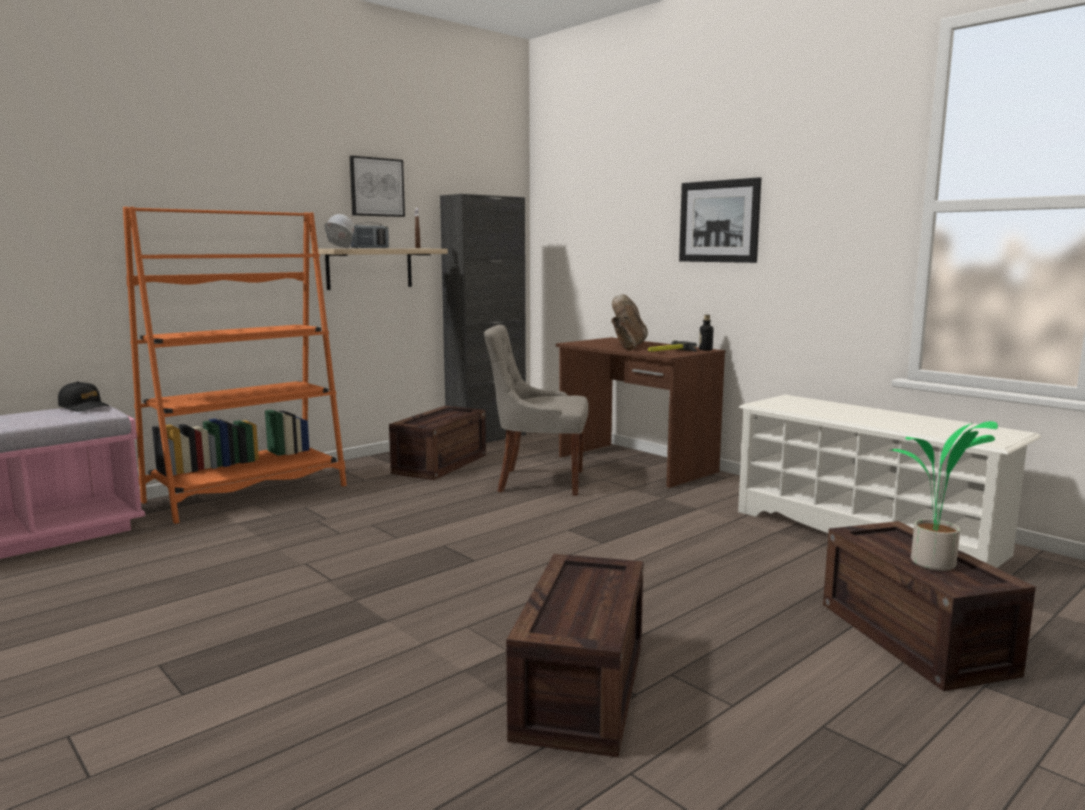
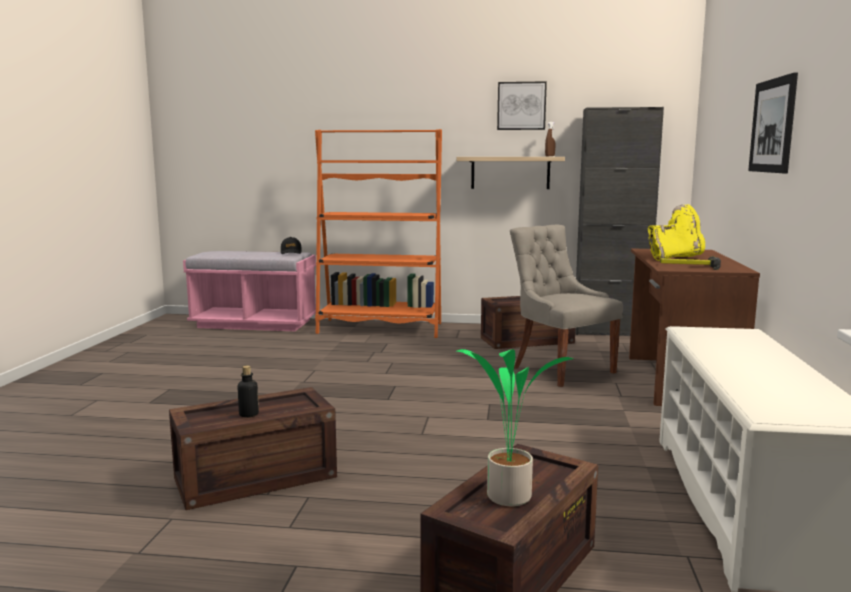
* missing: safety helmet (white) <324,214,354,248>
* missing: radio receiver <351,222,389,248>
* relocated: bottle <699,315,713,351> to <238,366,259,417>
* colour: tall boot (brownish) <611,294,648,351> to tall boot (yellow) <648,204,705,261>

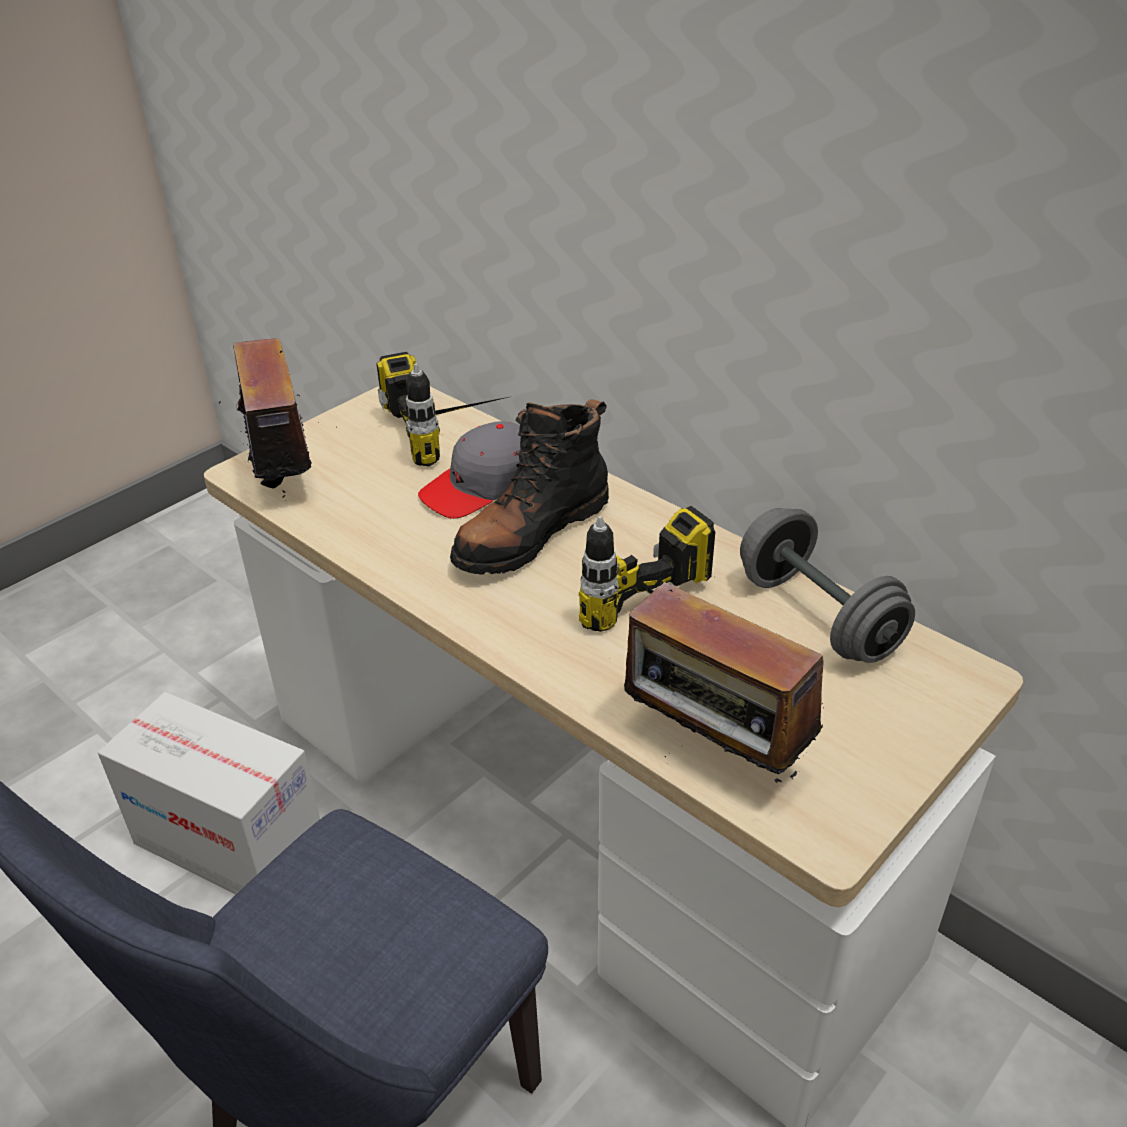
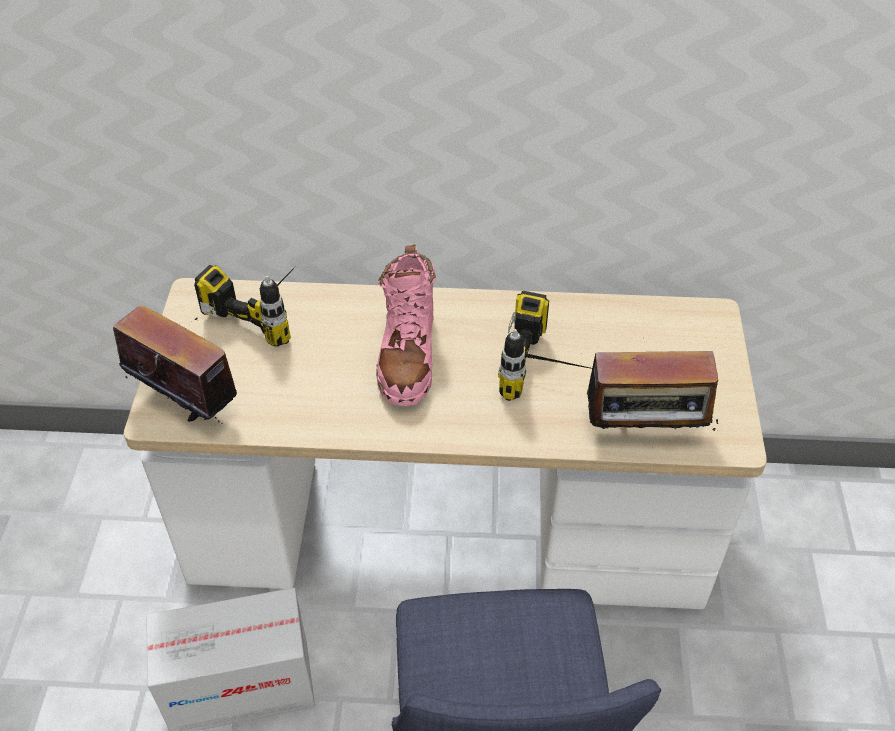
* missing: peaked cap (greyish) <418,421,521,519>
* missing: free weight (greyish) <740,508,915,663>
* colour: tall boot (blackish) <450,399,609,575> to tall boot (pink) <376,244,436,406>

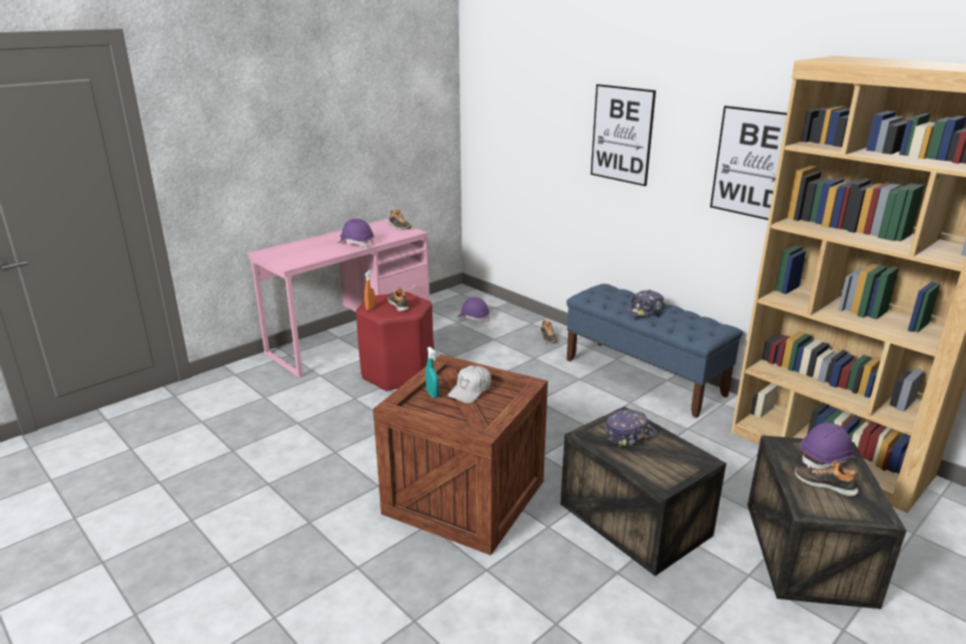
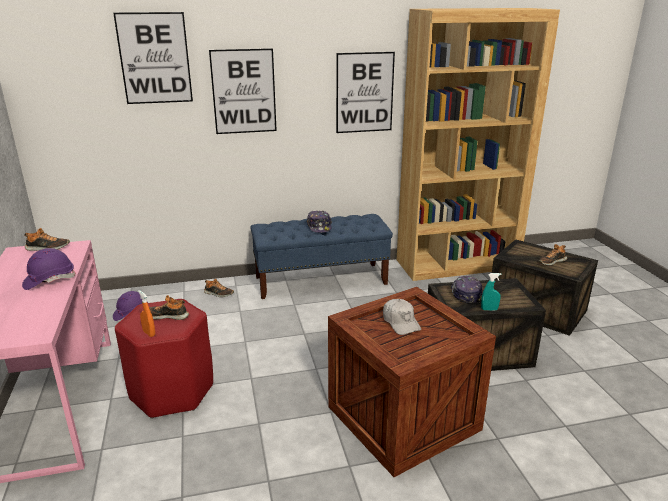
* missing: safety helmet (purple-coloured) <801,423,856,470>
* appeared: wall picture <113,12,193,104>
* relocated: spray bottle (blue-green) <425,347,439,398> to <481,273,502,310>

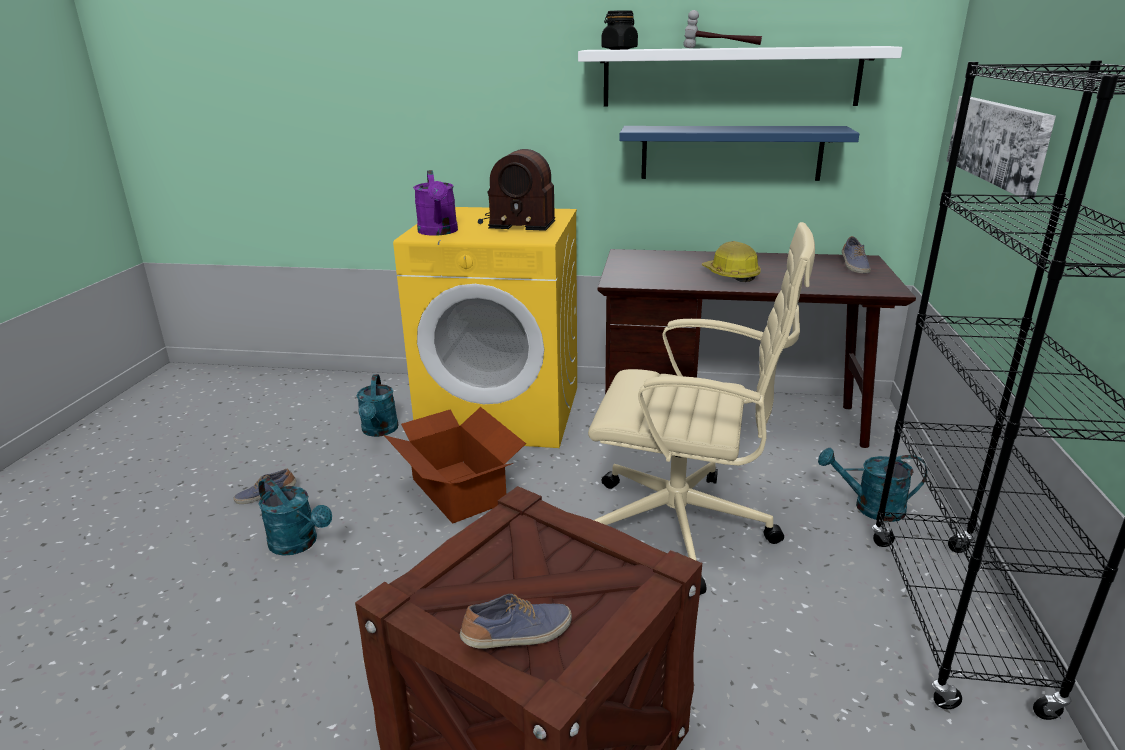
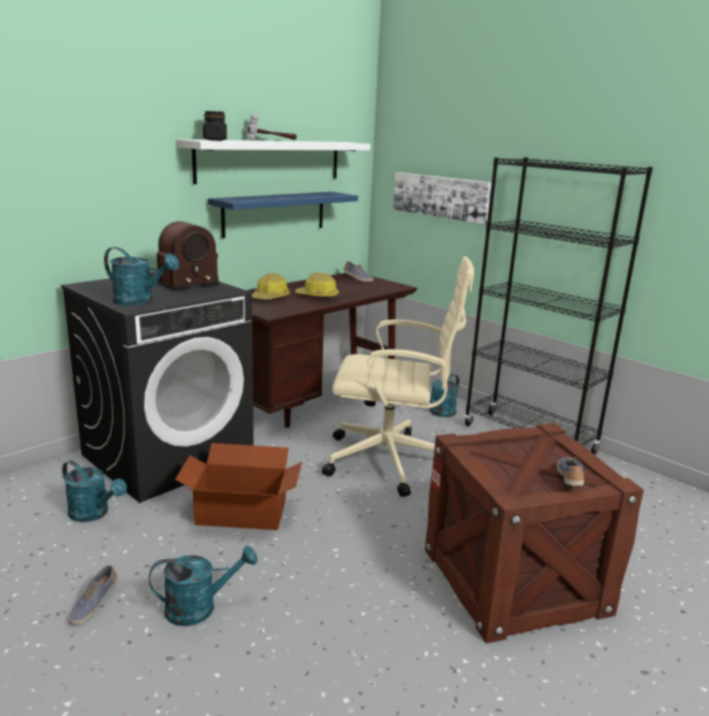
* appeared: safety helmet <252,273,290,300>
* colour: washing machine (yellow) <393,207,577,448> to washing machine (blackish) <61,272,254,503>
* colour: watering pot (purple-coloured) <413,170,458,236> to watering pot (blue-green) <104,247,179,306>
* spun: desk chair (sand-coloured) <588,222,815,595> = <322,256,474,497> 45 degrees clockwise

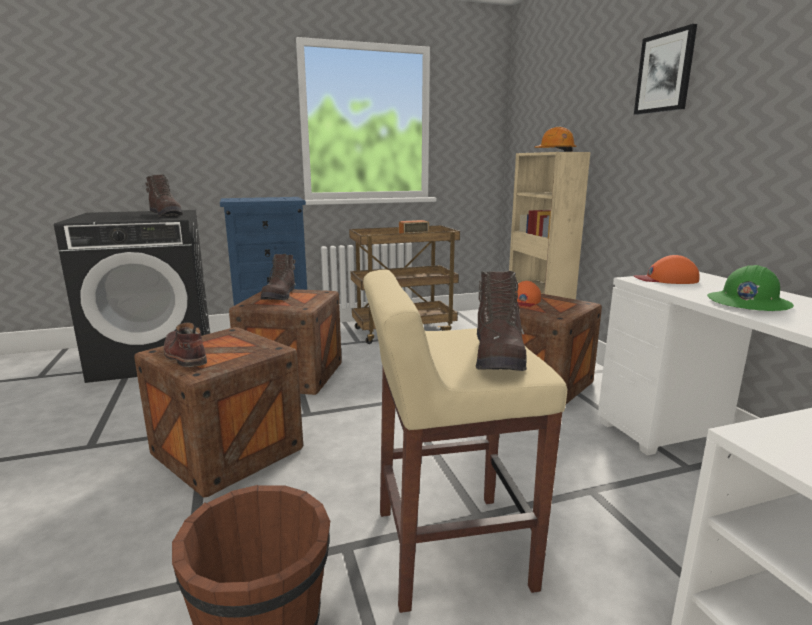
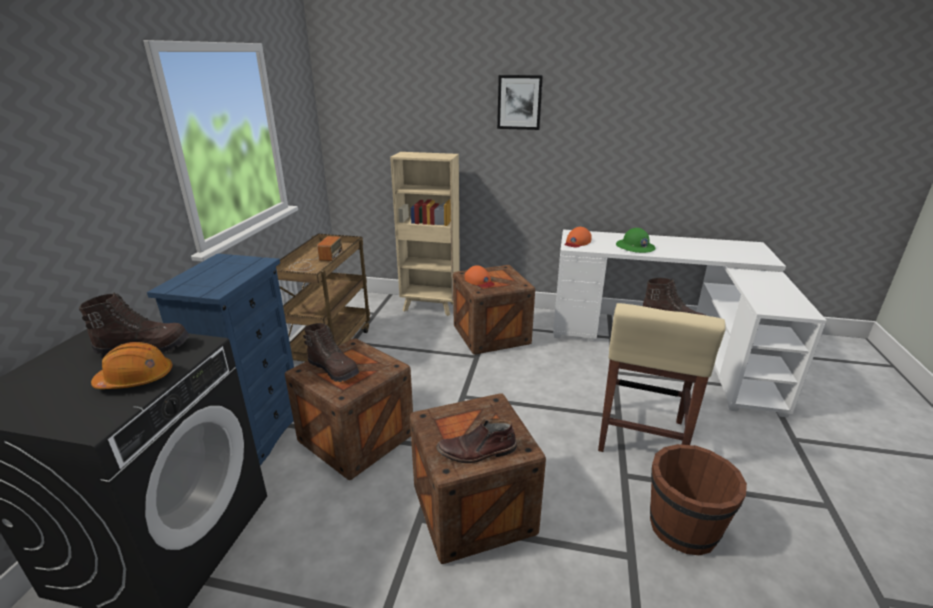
* relocated: safety helmet (orange-coloured) <534,127,577,152> to <91,342,172,389>

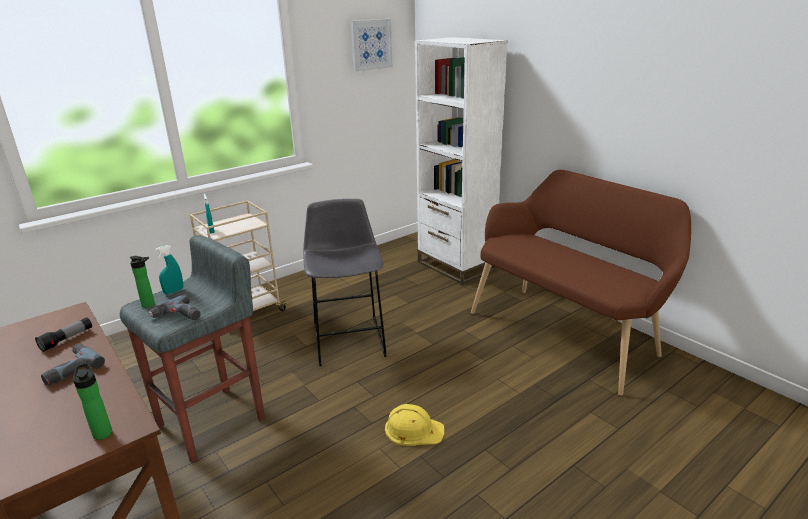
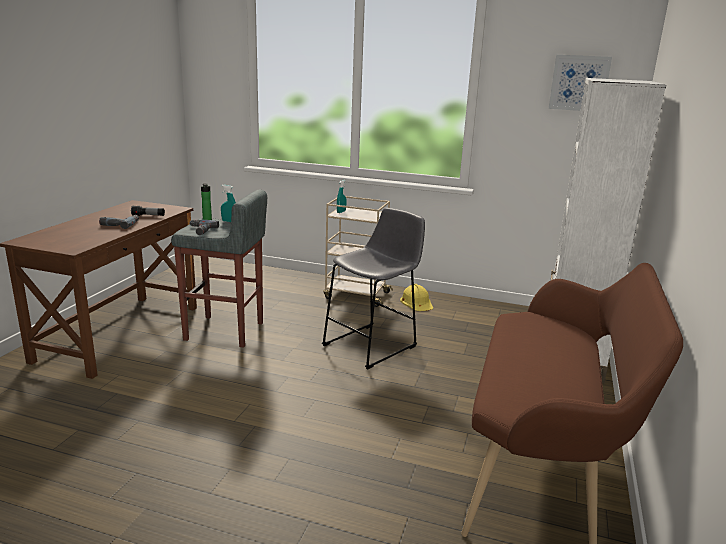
* missing: bottle <73,363,112,440>
* relocated: safety helmet (yellow) <385,404,444,446> to <400,284,433,311>

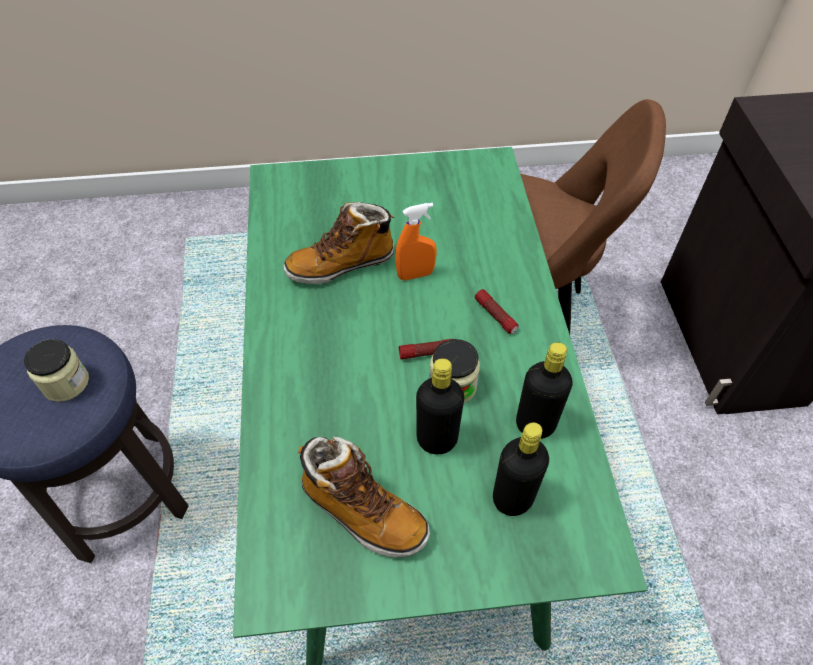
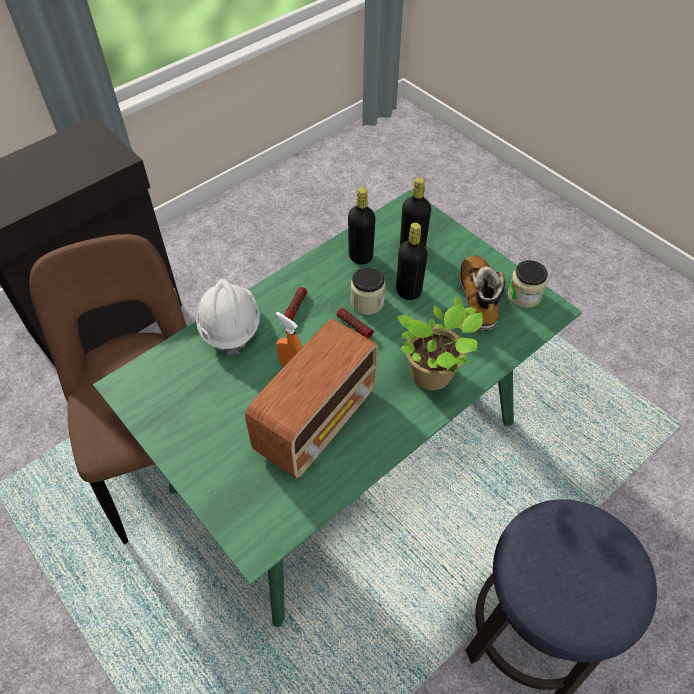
* appeared: safety helmet (white) <196,279,260,356>
* appeared: houseplant <397,297,483,390>
* relocated: preserve jar <24,339,89,402> to <508,260,548,308>
* exchanged: tall boot <284,202,395,284> to radio receiver <245,319,379,478>

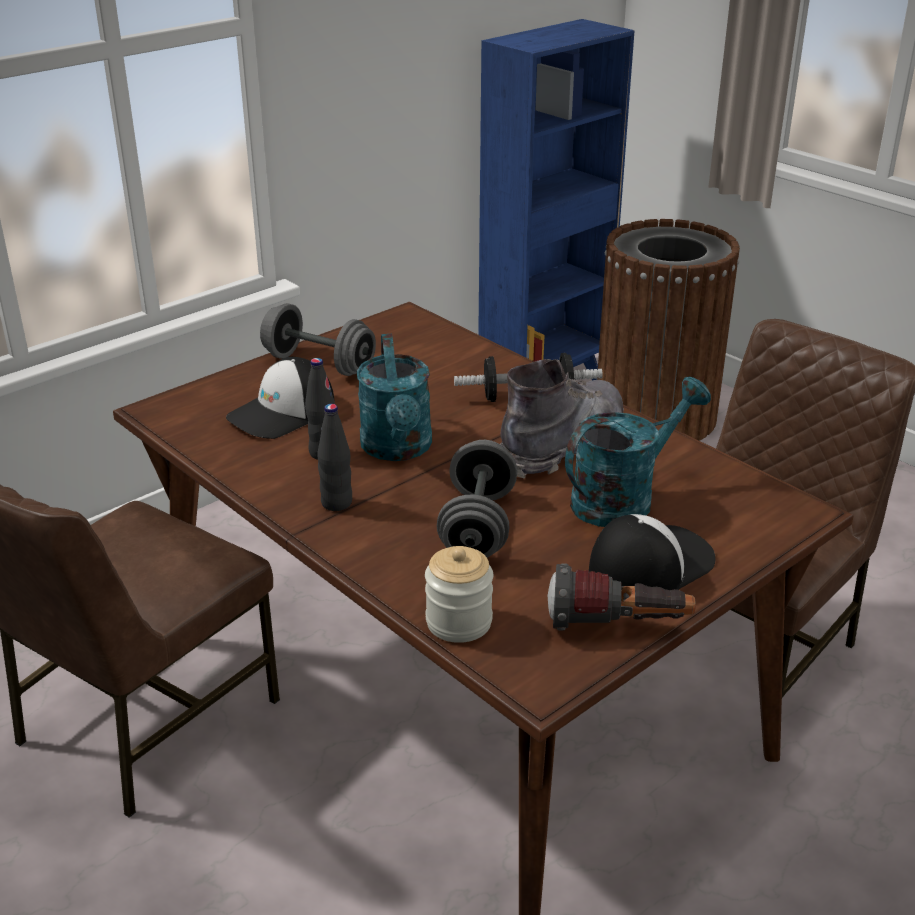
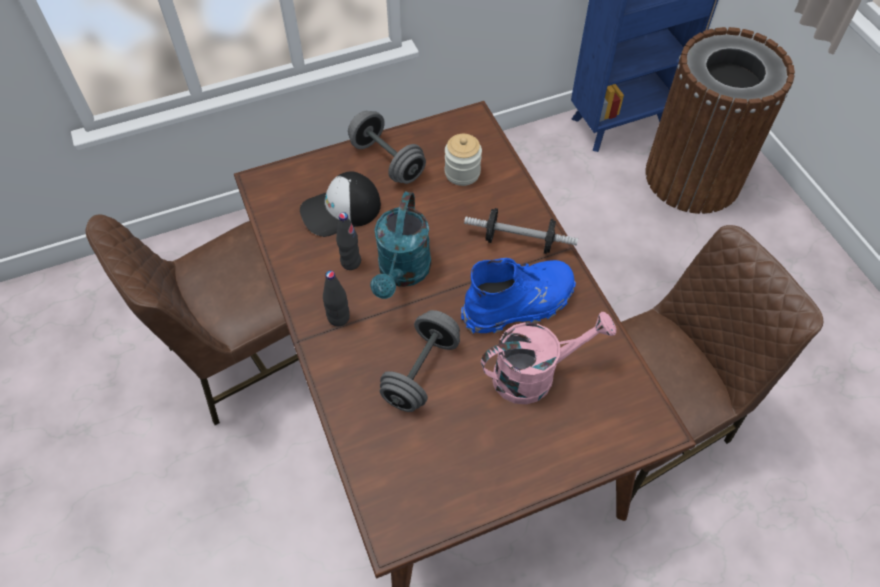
* missing: hand torch <548,563,696,631>
* missing: peaked cap <589,514,716,601>
* relocated: preserve jar <425,546,493,643> to <445,134,482,186>
* colour: tall boot (greyish) <500,359,624,479> to tall boot (bluish) <461,258,576,334>
* colour: watering pot (blue-green) <565,377,711,527> to watering pot (pink) <481,312,616,404>

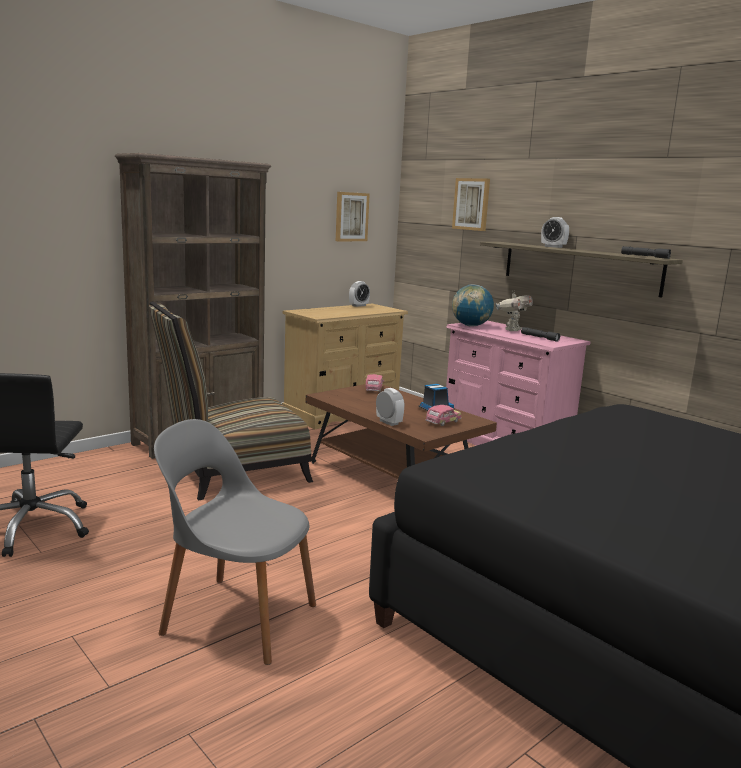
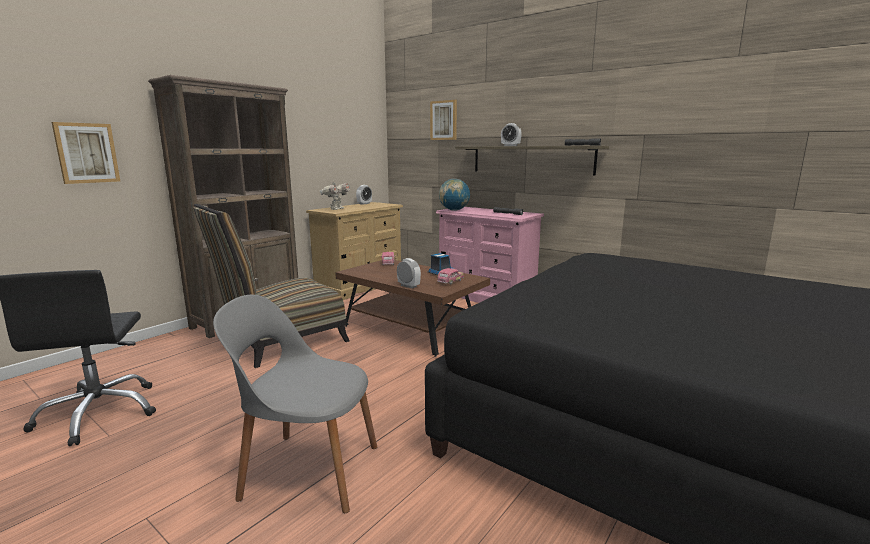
* relocated: wall picture <336,192,370,241> to <52,122,120,184>
* relocated: robot figure <496,290,533,331> to <320,182,350,210>

